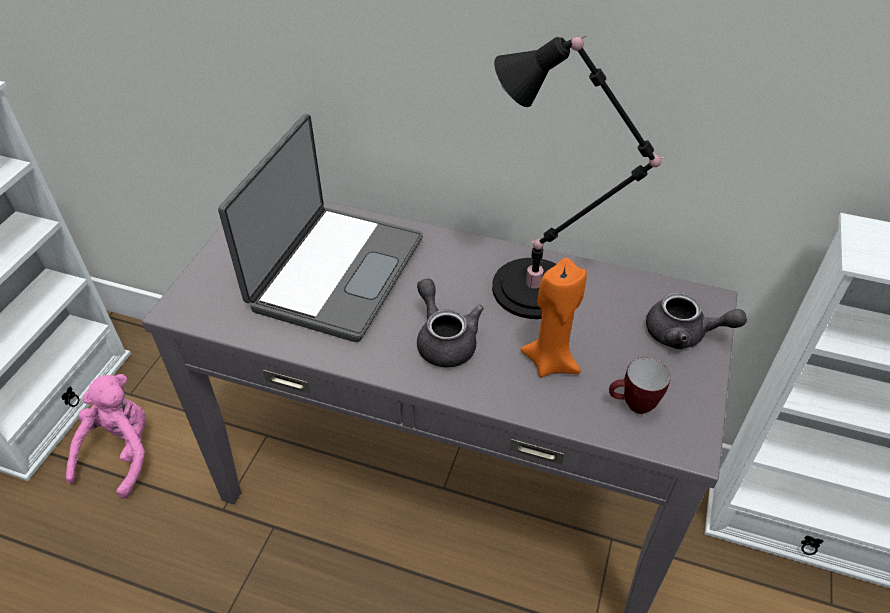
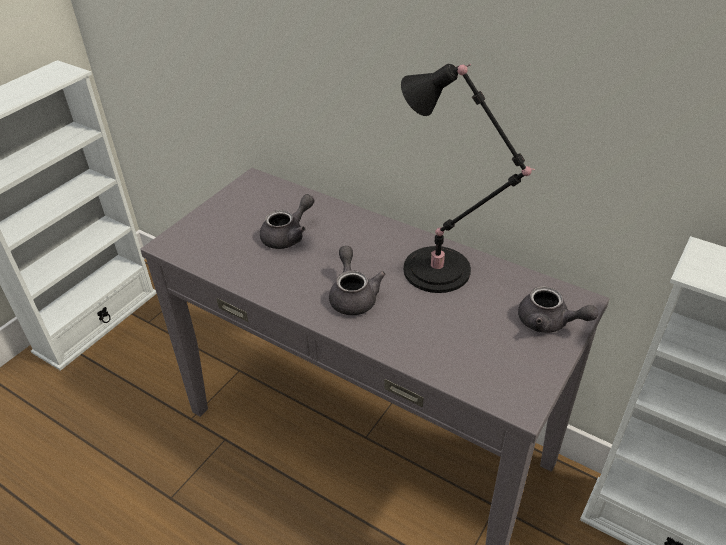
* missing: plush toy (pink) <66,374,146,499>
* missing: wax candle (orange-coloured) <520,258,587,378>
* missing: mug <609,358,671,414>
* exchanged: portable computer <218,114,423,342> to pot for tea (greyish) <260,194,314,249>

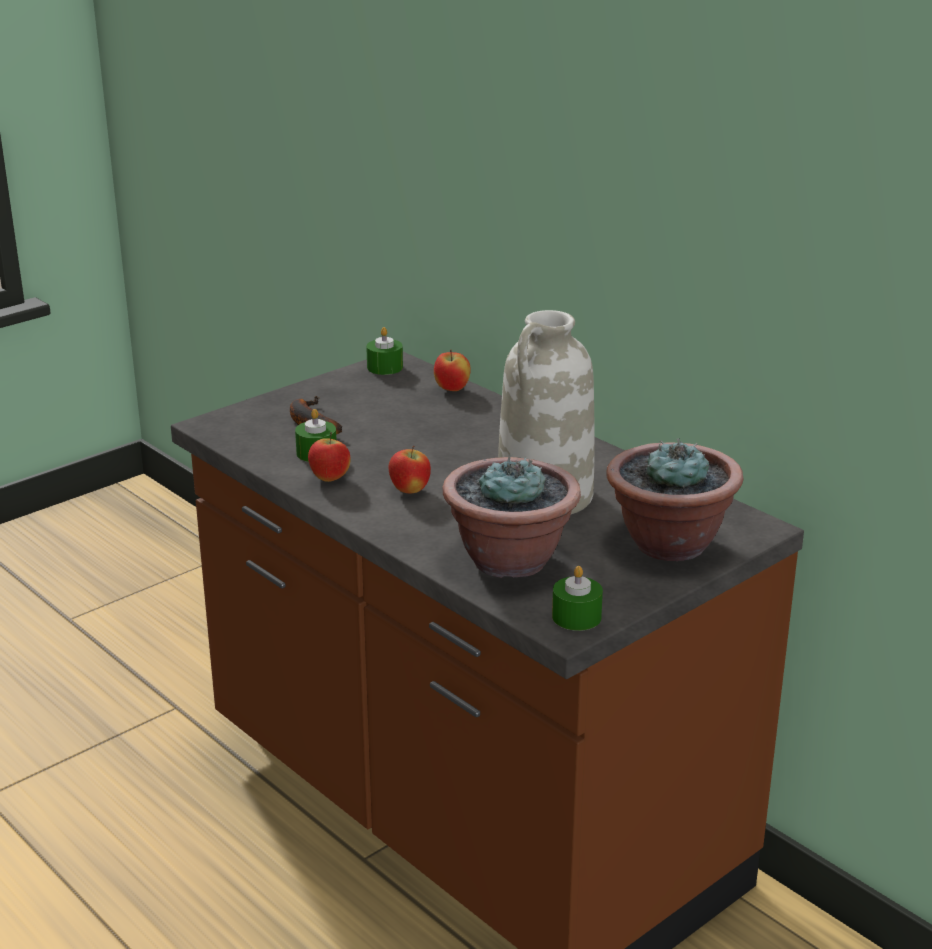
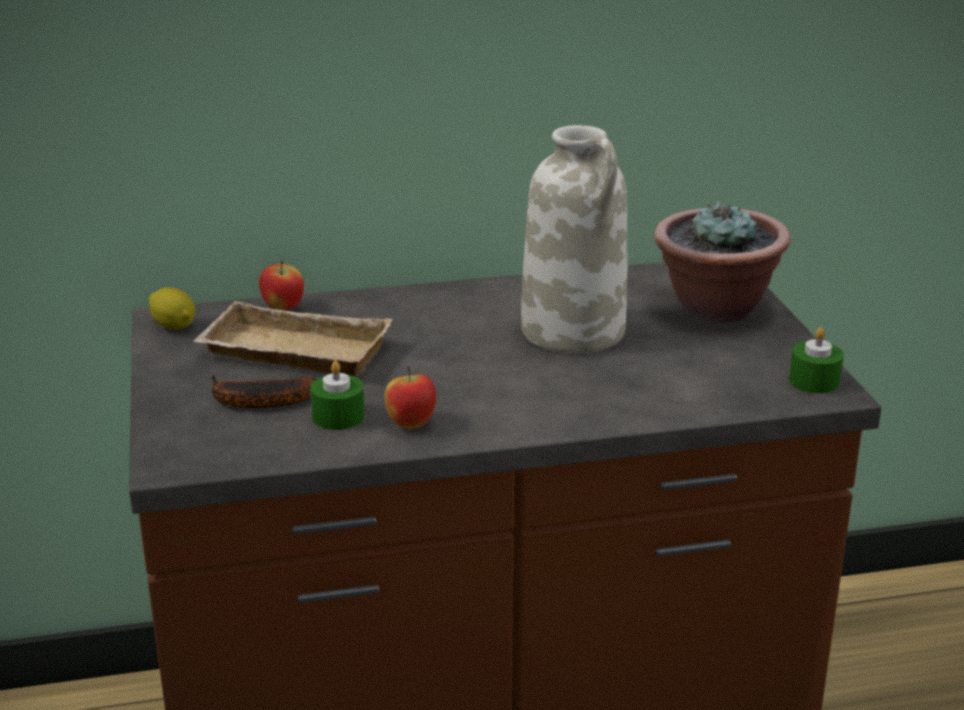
* missing: apple fruit <389,446,431,493>
* missing: houseplant <443,454,581,578>
* appeared: tray (sand-coloured) <194,301,393,376>
* exchanged: wax candle (green-coloured) <366,327,403,375> to whole lemon <149,287,195,329>

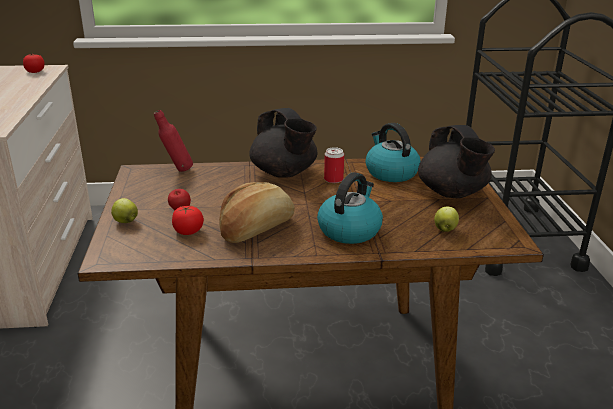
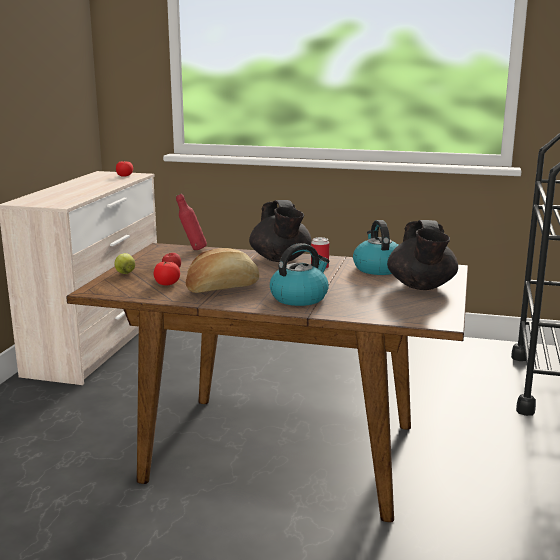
* missing: apple fruit <434,207,459,232>

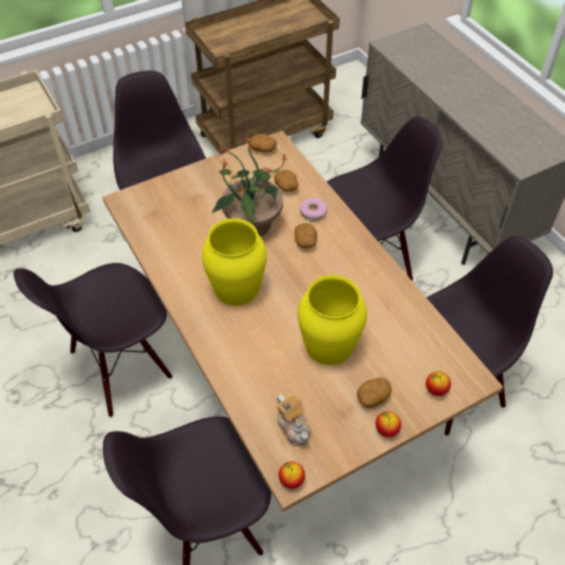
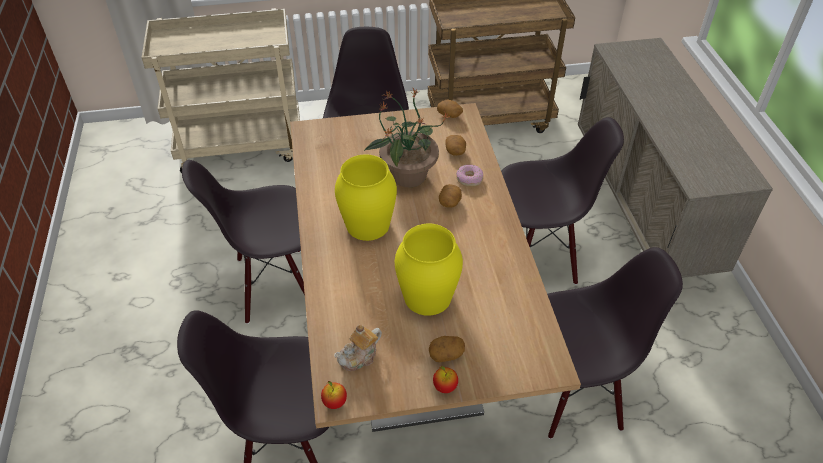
* missing: apple fruit <426,371,451,396>
* spun: pot for tea <276,394,311,446> = <334,324,382,371> 60 degrees clockwise

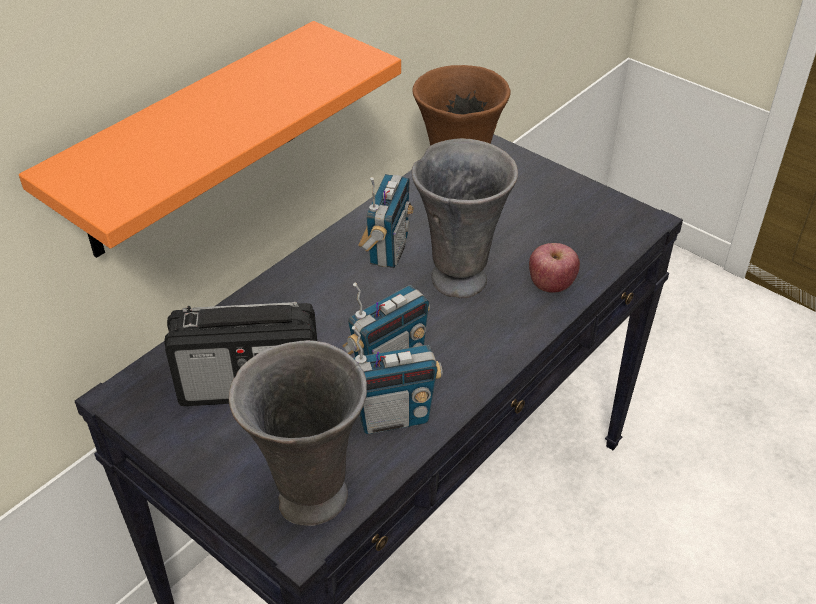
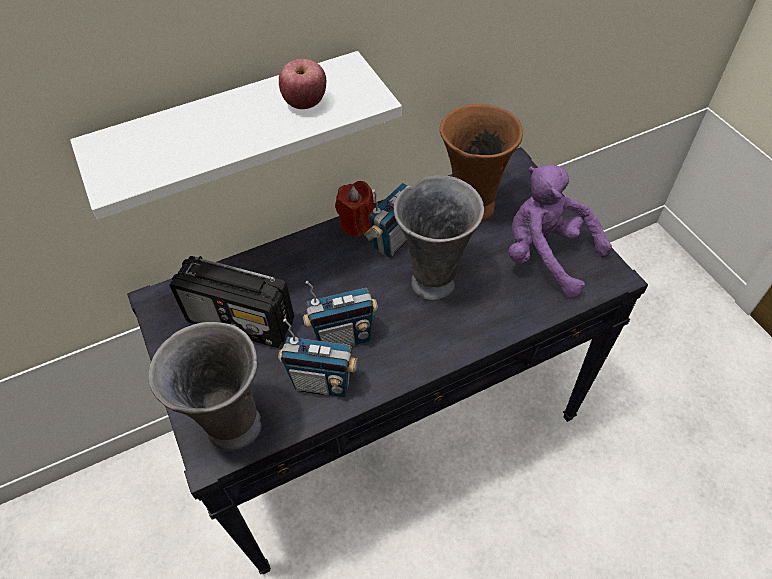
* appeared: wax candle (red) <335,181,374,238>
* appeared: plush toy (purple-coloured) <508,164,612,297>
* relocated: apple fruit <529,243,580,293> to <279,59,326,109>
* colour: bracket shelf (orange-coloured) <19,21,401,258> to bracket shelf (white) <70,51,402,220>

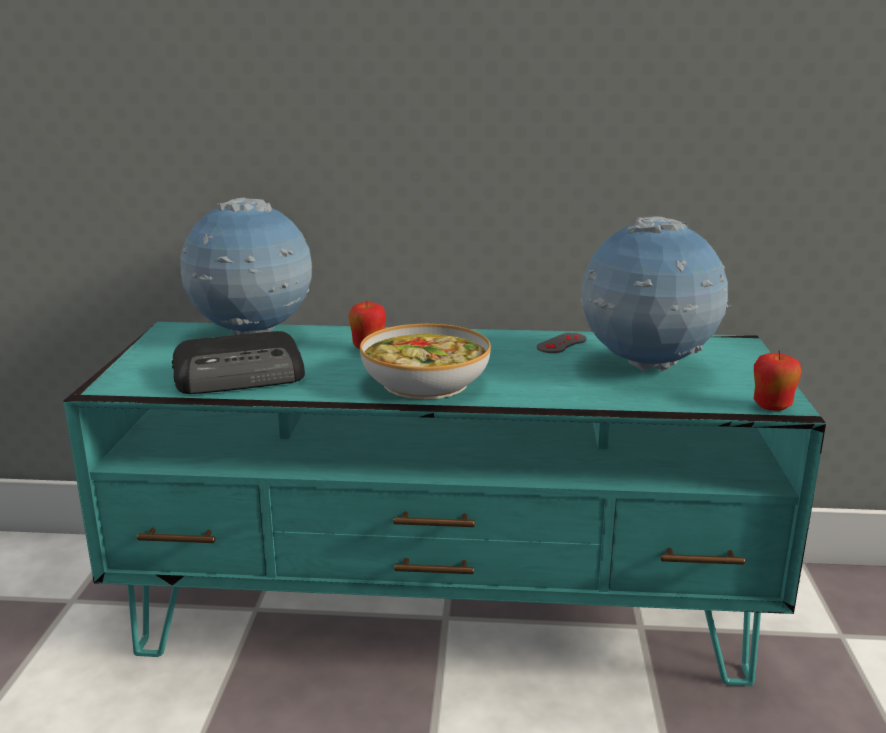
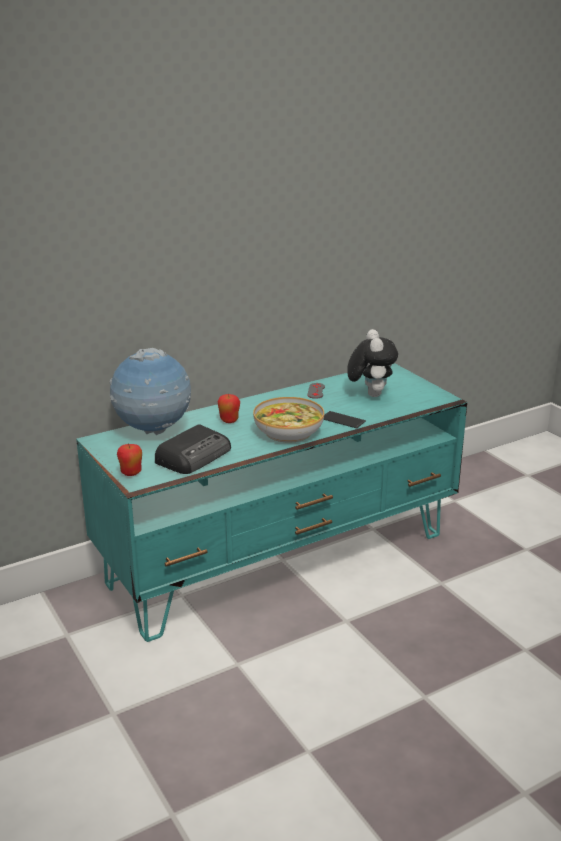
* appeared: handset <324,411,366,428>
* relocated: apple fruit <753,350,802,411> to <117,443,142,476>
* exchanged: globe <580,216,731,372> to plush toy <347,329,398,397>

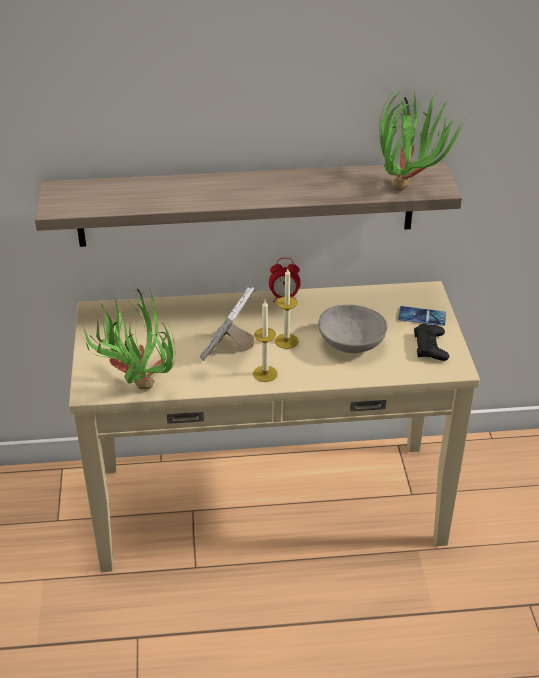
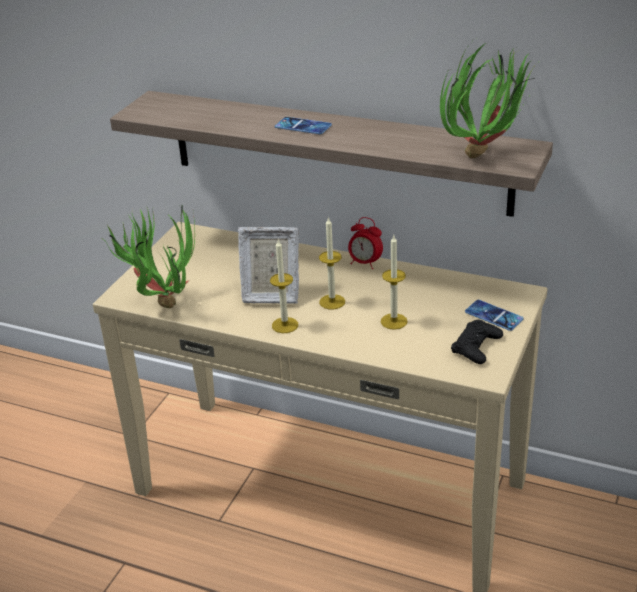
* appeared: handset <275,117,332,134>
* exchanged: deep dish (greyish) <318,305,388,353> to wax candle <381,236,408,330>
* spun: standing frame <200,287,255,361> = <238,227,299,304> 135 degrees counterclockwise

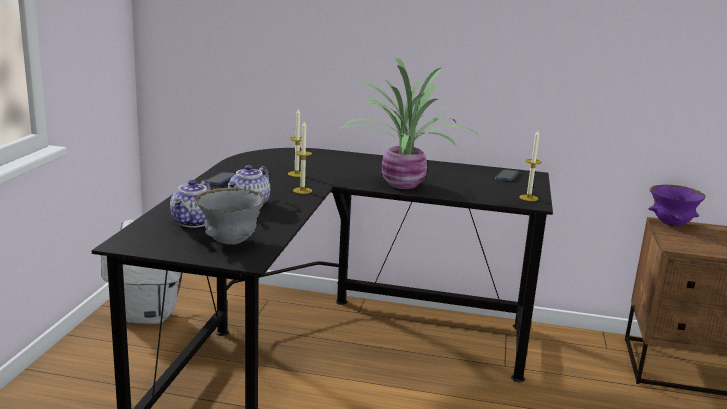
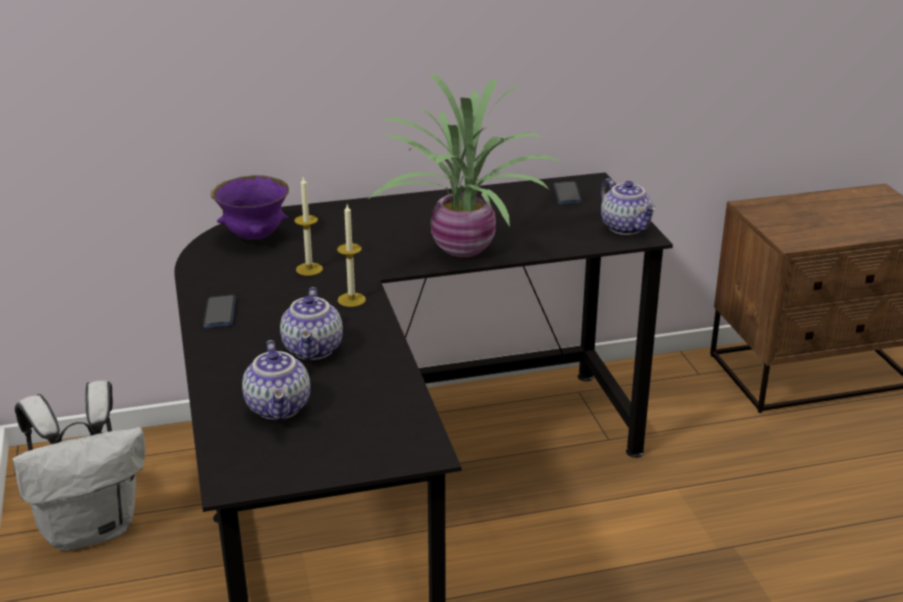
* missing: deep dish (greyish) <196,188,265,245>
* relocated: deep dish (purple-coloured) <648,185,706,226> to <211,175,289,240>
* exchanged: wax candle <519,130,542,201> to pot for tea <601,178,656,235>

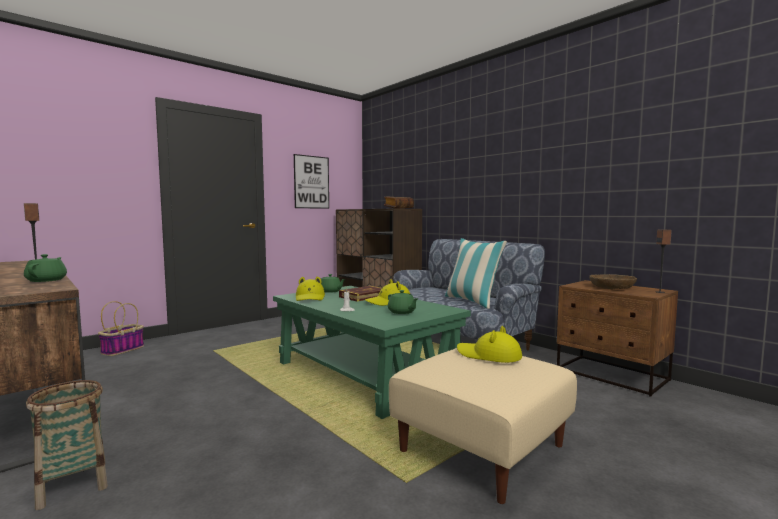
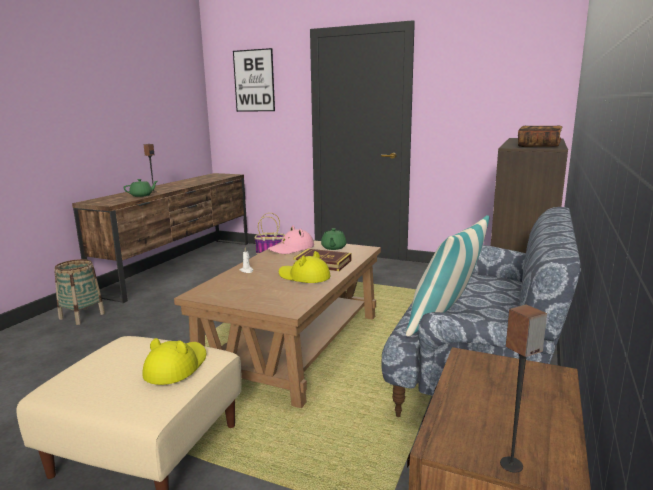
* missing: pot for tea (green-coloured) <388,290,418,314>
* missing: deep dish (brownish) <589,274,637,289>
* relocated: wall picture <294,154,329,209> to <233,48,275,112>
* colour: lounge table (green-coloured) <273,286,471,419> to lounge table (brownish) <174,240,381,408>
* colour: hat (yellow) <296,277,325,301> to hat (pink) <268,225,314,254>

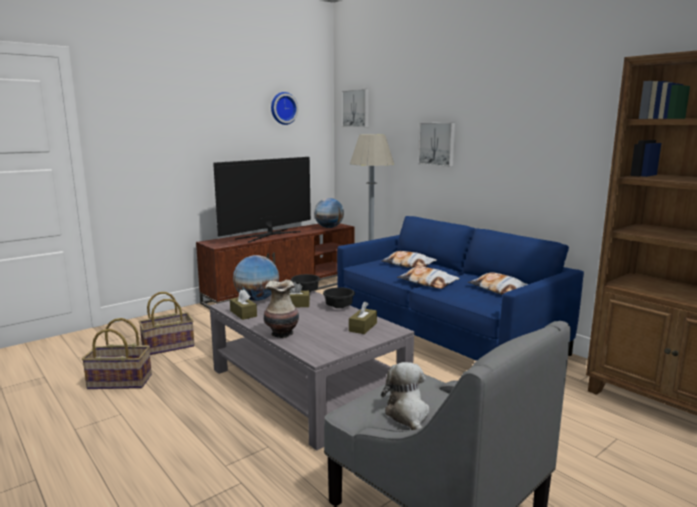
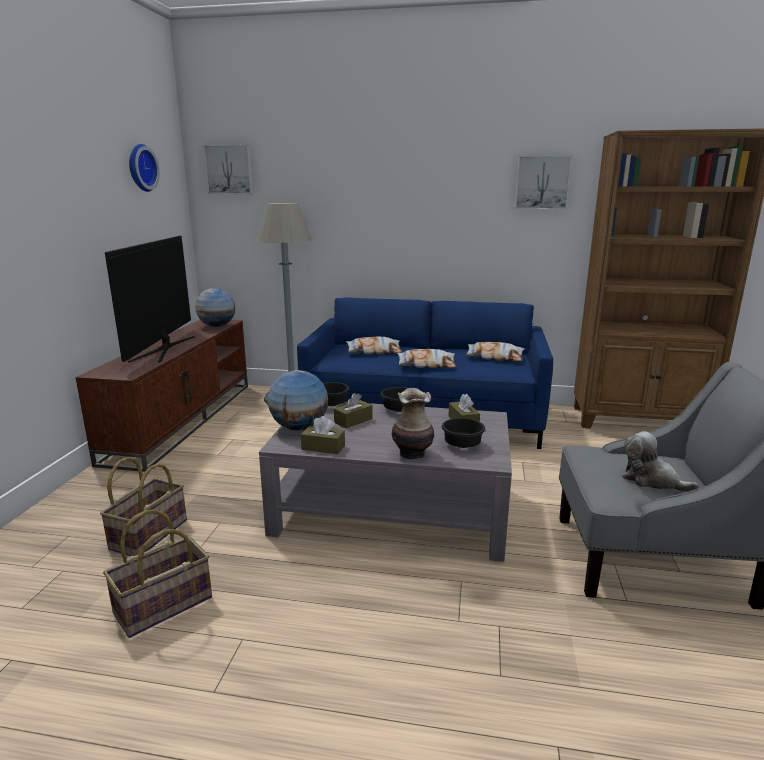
* appeared: deep dish (blackish) <442,418,485,448>
* relocated: wall picture <418,123,455,167> to <515,155,572,209>

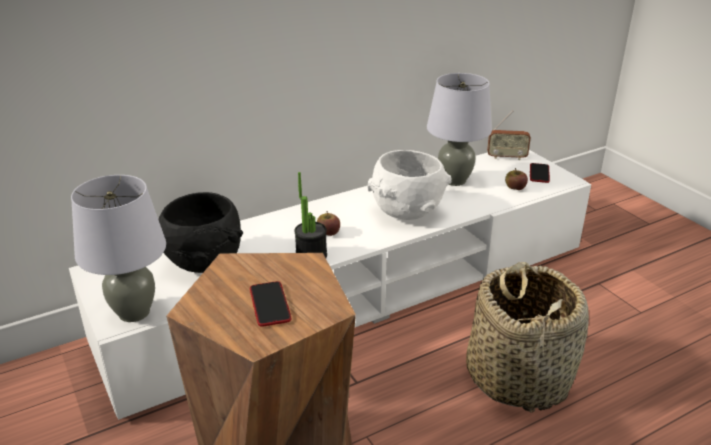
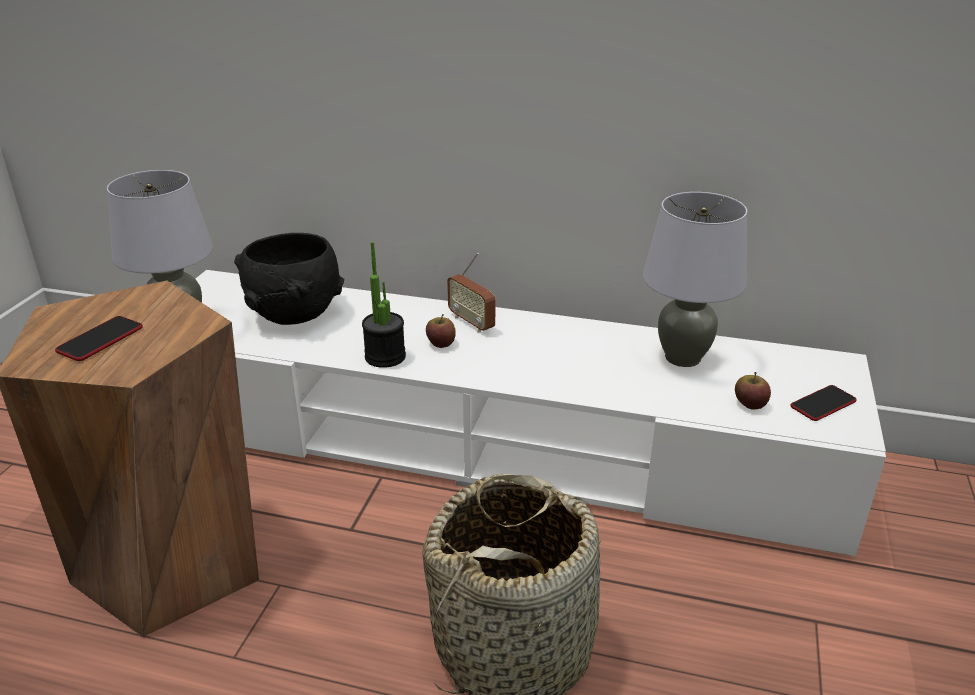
* missing: deep dish (white) <367,150,452,220>
* relocated: radio receiver <487,111,531,160> to <447,253,495,332>

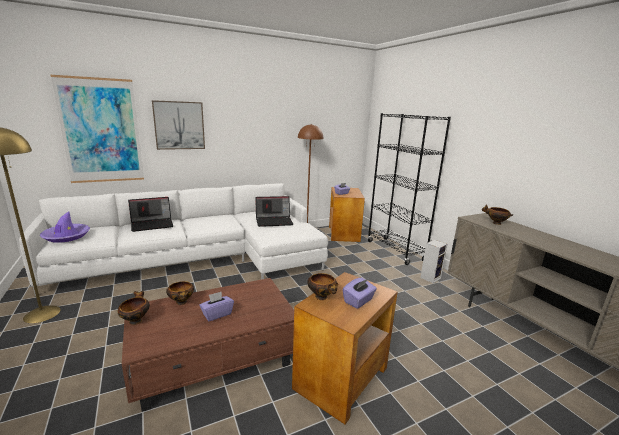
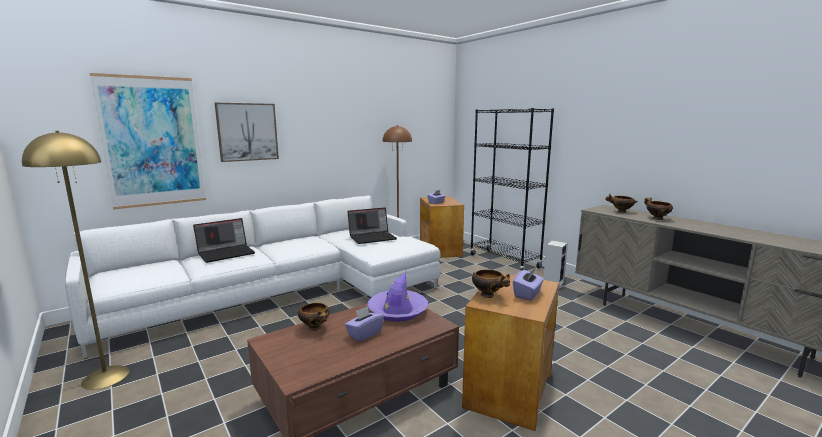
* relocated: hat (purple-coloured) <40,211,90,243> to <367,272,428,322>
* relocated: deep dish <118,291,150,325> to <644,197,673,220>

